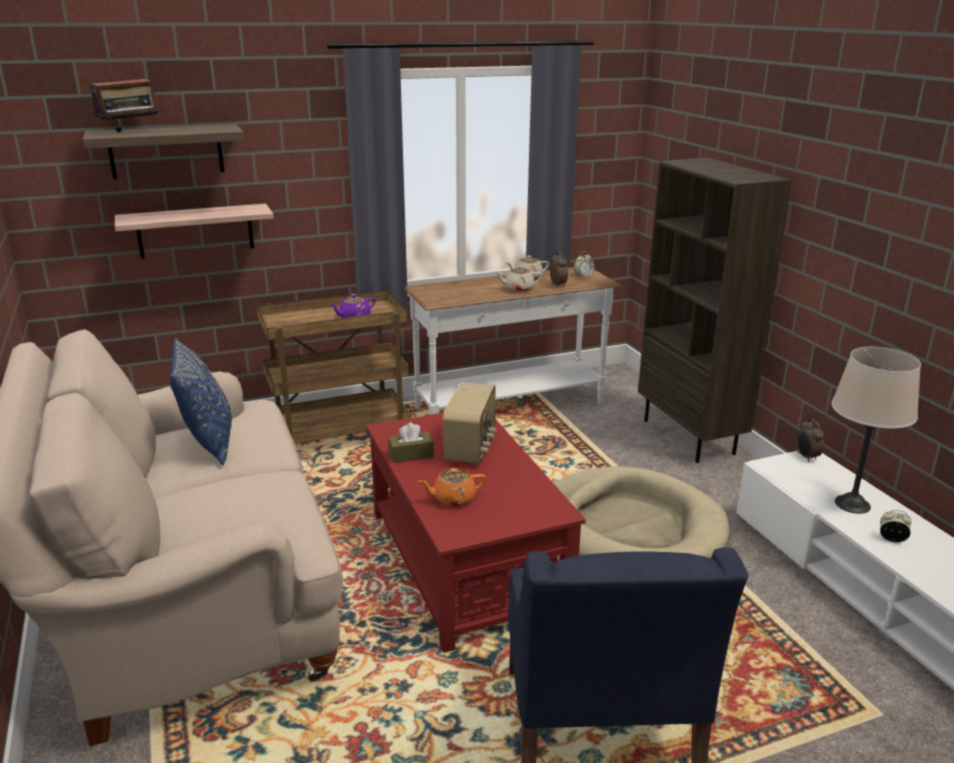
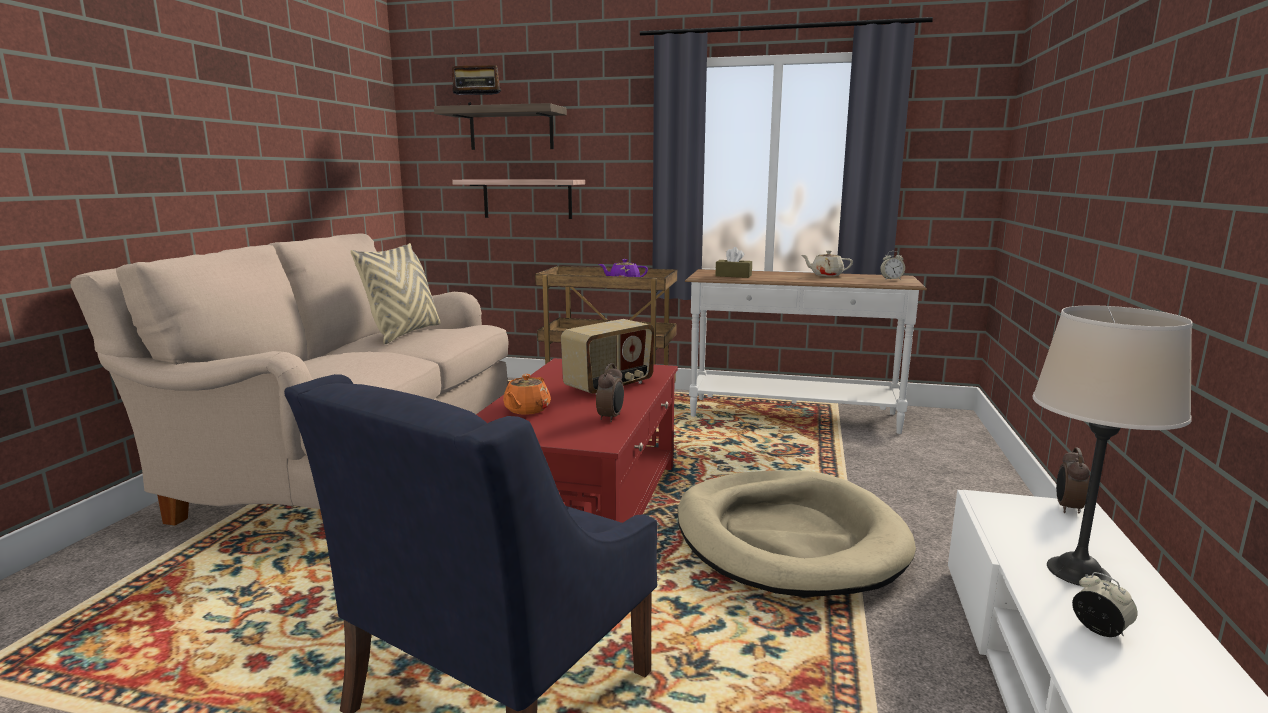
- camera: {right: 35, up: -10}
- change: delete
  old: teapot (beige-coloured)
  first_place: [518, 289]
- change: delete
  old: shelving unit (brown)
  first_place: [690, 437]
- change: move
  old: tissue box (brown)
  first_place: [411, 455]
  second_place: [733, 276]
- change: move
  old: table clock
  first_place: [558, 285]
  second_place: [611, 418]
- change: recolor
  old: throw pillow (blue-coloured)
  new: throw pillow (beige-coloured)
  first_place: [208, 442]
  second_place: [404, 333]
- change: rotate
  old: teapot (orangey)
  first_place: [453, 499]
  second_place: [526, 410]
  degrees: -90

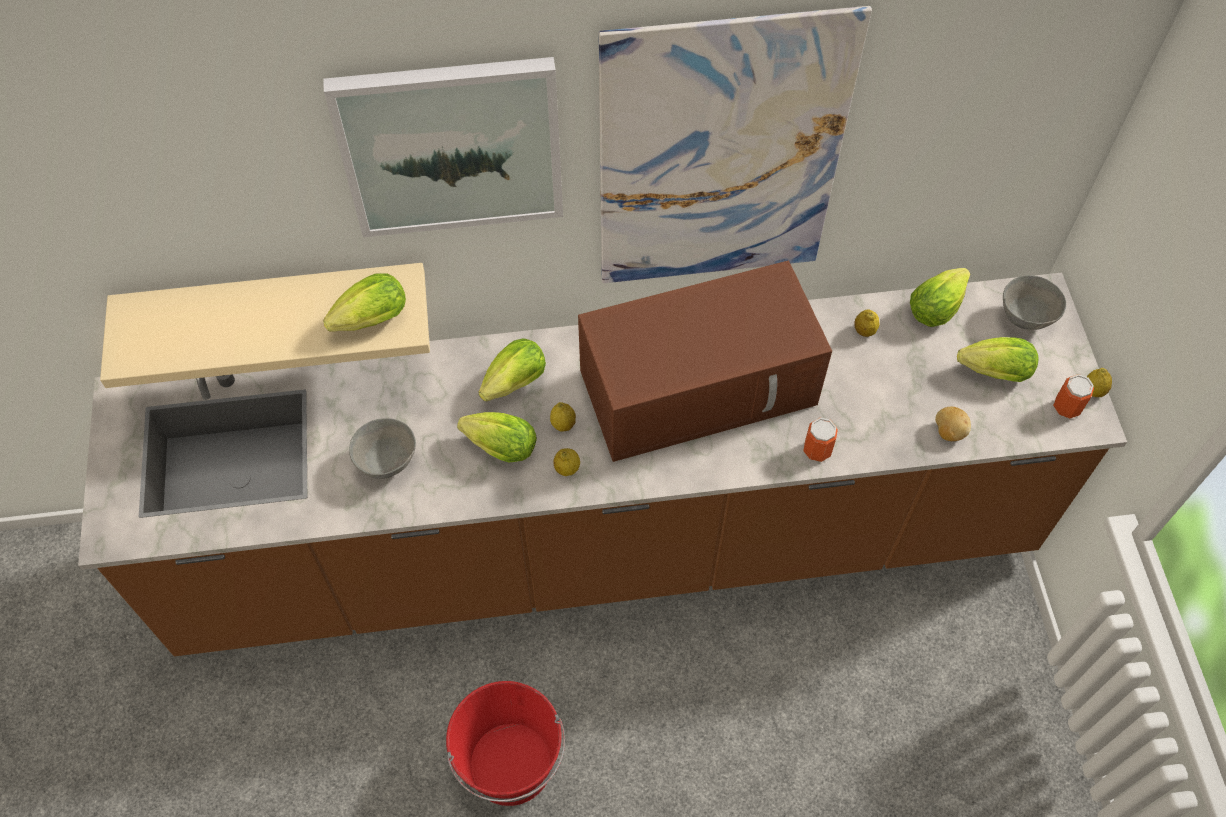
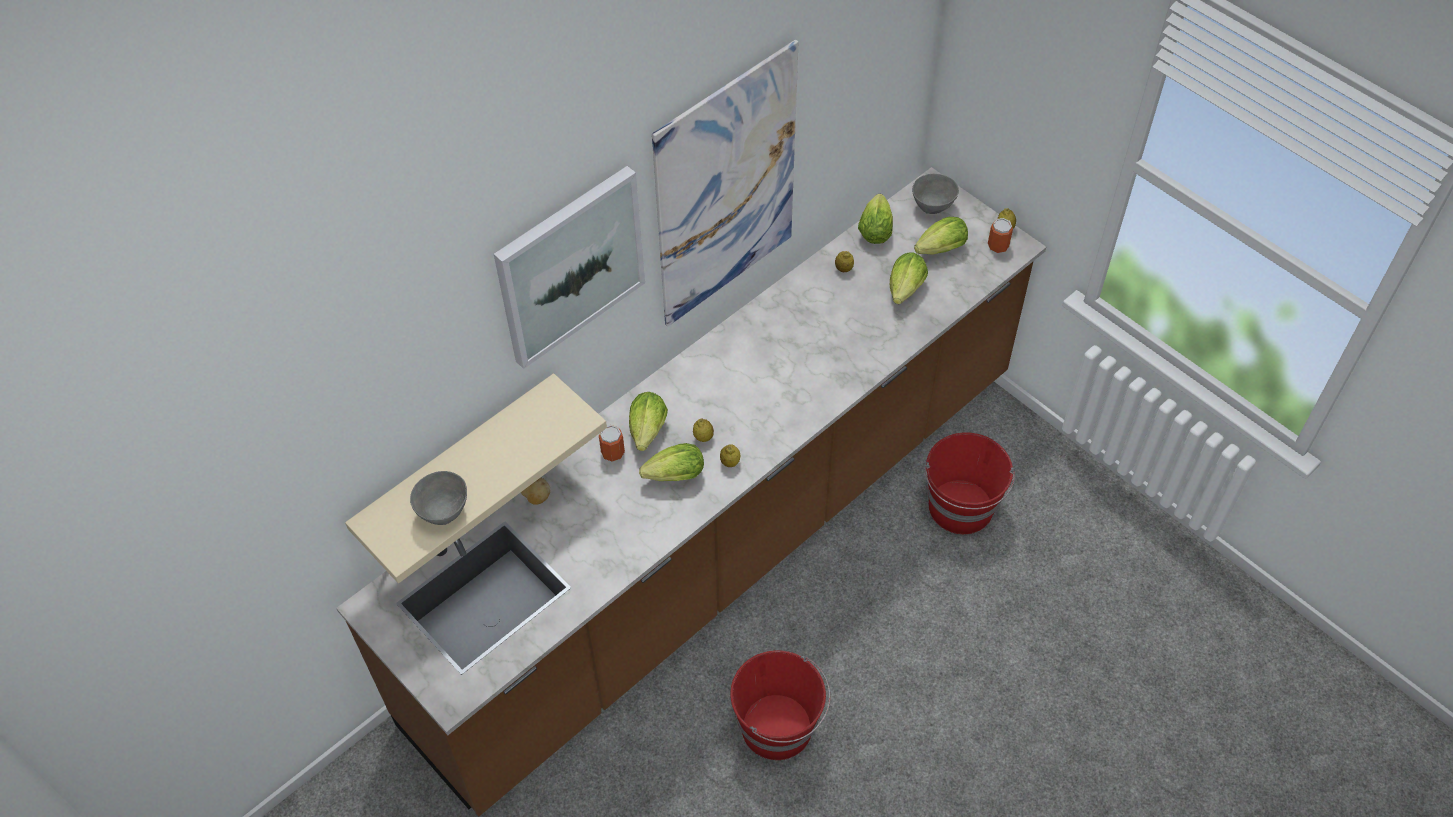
- camera: {right: -35, up: -5}
- change: delete
  old: microwave (brown)
  first_place: [701, 385]
- change: insert
  new: water bucket (reddish)
  second_place: [961, 508]
- change: move
  old: head of lettuce
  first_place: [367, 322]
  second_place: [904, 292]
- change: move
  old: serving bowl (gray)
  first_place: [387, 462]
  second_place: [443, 511]
- change: move
  old: metal can
  first_place: [817, 450]
  second_place: [613, 453]
- change: move
  old: potato
  first_place: [948, 431]
  second_place: [536, 497]

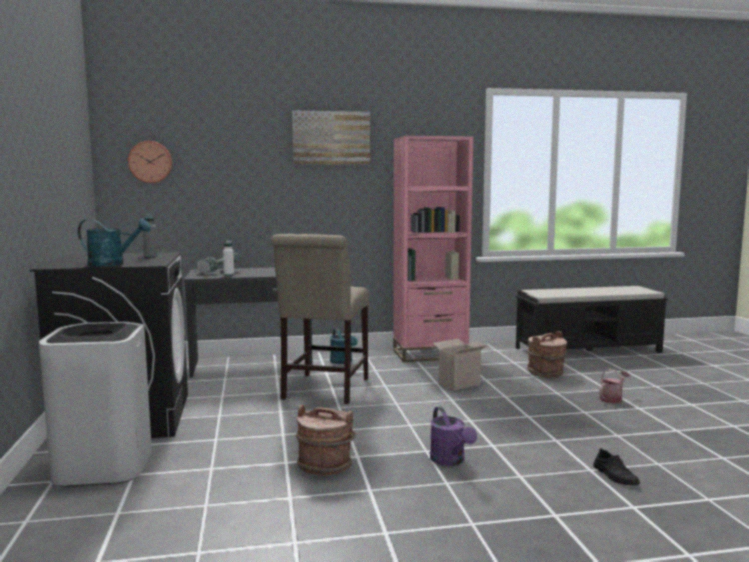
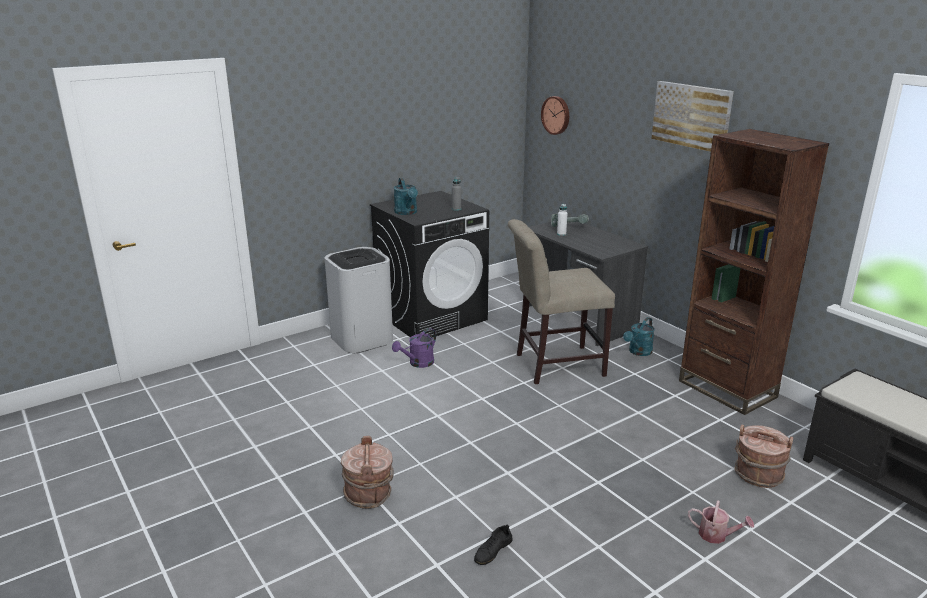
- camera: {right: 65, up: 15}
- change: delete
  old: cardboard box
  first_place: [459, 383]
- change: move
  old: water bucket (brown)
  first_place: [325, 465]
  second_place: [369, 495]
- change: move
  old: watering pot (purple)
  first_place: [450, 461]
  second_place: [418, 363]
- change: recolor
  old: shelving unit (pink)
  new: shelving unit (brown)
  first_place: [430, 354]
  second_place: [727, 389]

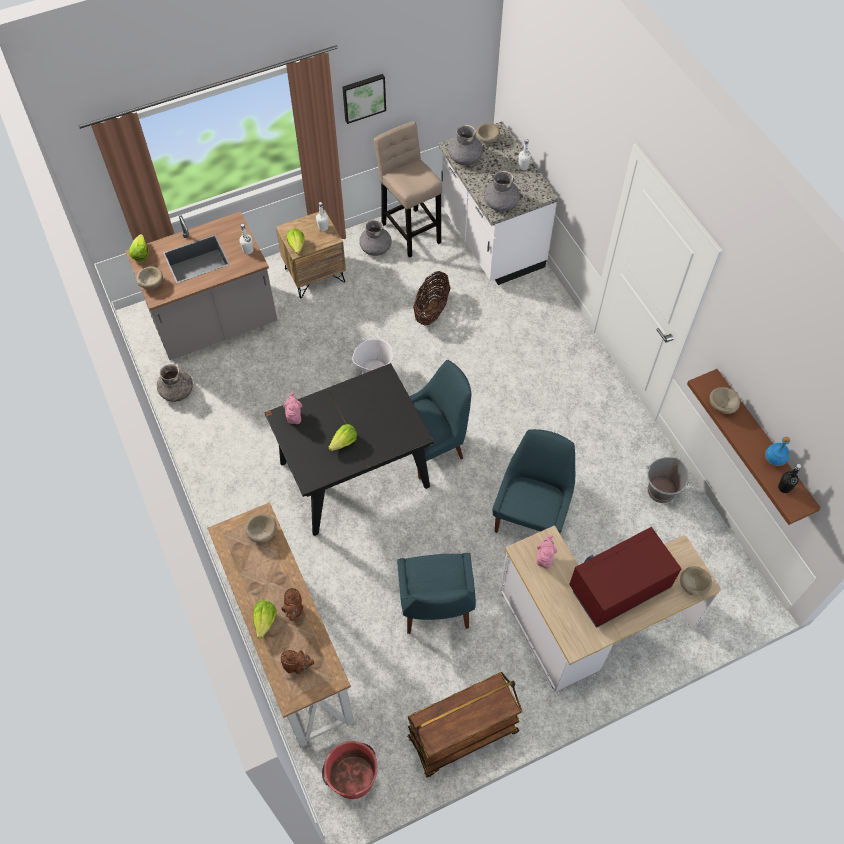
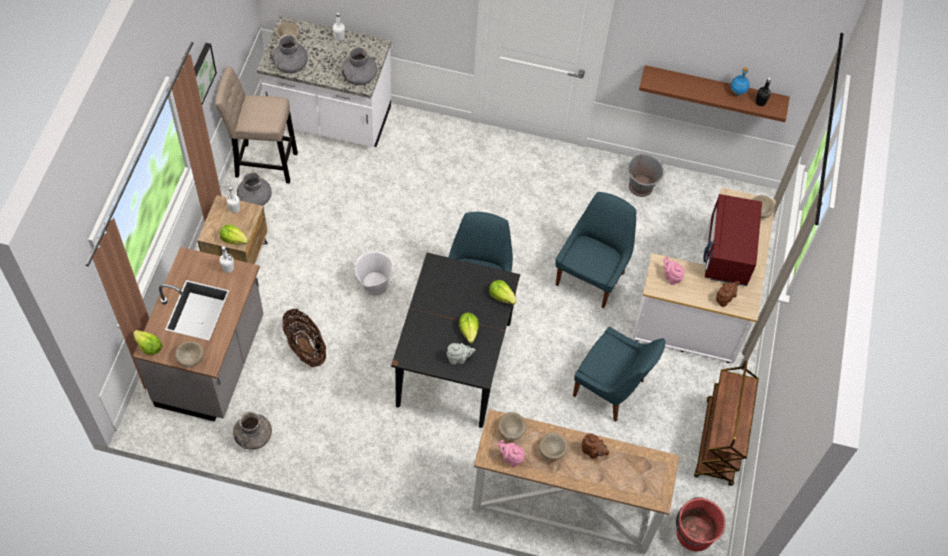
- camera: {right: -55, up: 0}
- change: insert
  new: teapot (gray)
  second_place: [458, 358]
- change: move
  old: head of lettuce
  first_place: [265, 621]
  second_place: [502, 296]
- change: move
  old: teapot (brown)
  first_place: [297, 666]
  second_place: [724, 299]
- change: move
  old: teapot (pink)
  first_place: [294, 416]
  second_place: [511, 458]
- change: move
  old: household basket
  first_place: [431, 310]
  second_place: [305, 347]
- change: move
  old: serving bowl (beige-coloured)
  first_place: [722, 406]
  second_place: [553, 450]
- change: rotate
  old: plain chair (blue-coloured)
  first_place: [531, 516]
  second_place: [591, 277]
  degrees: 60

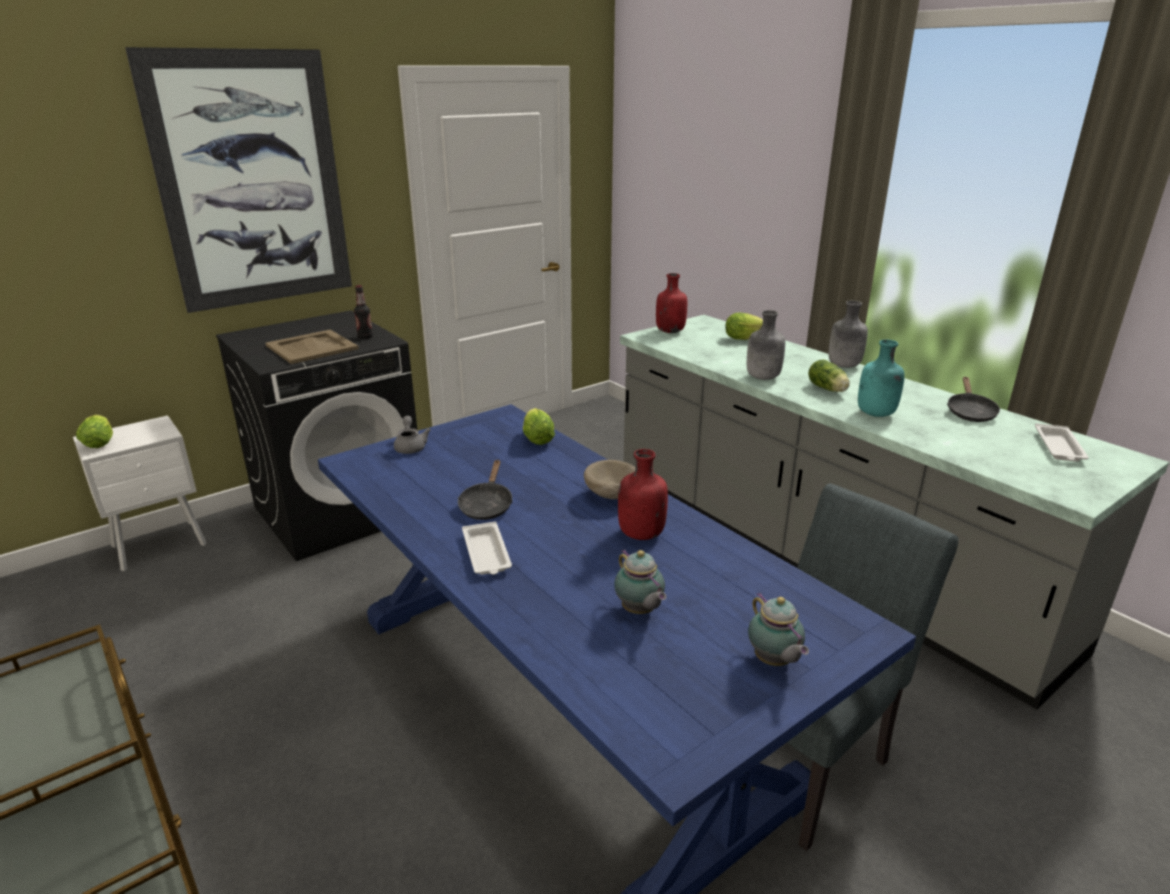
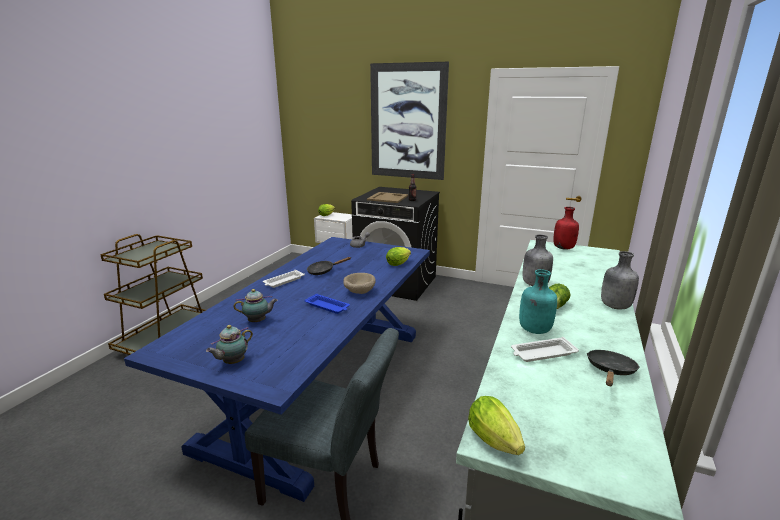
- camera: {right: 60, up: -5}
- change: move
  old: head of lettuce
  first_place: [746, 339]
  second_place: [496, 443]
- change: move
  old: serving tray (white-coloured)
  first_place: [1059, 447]
  second_place: [542, 353]
- change: replace
  old: beverage bottle (reddish)
  new: serving tray (blue-coloured)
  first_place: [640, 534]
  second_place: [328, 306]
- change: rotate
  old: teapot
  first_place: [639, 611]
  second_place: [258, 321]
  degrees: -135
- change: rotate
  old: skillet (blackish)
  first_place: [970, 412]
  second_place: [610, 371]
  degrees: 135

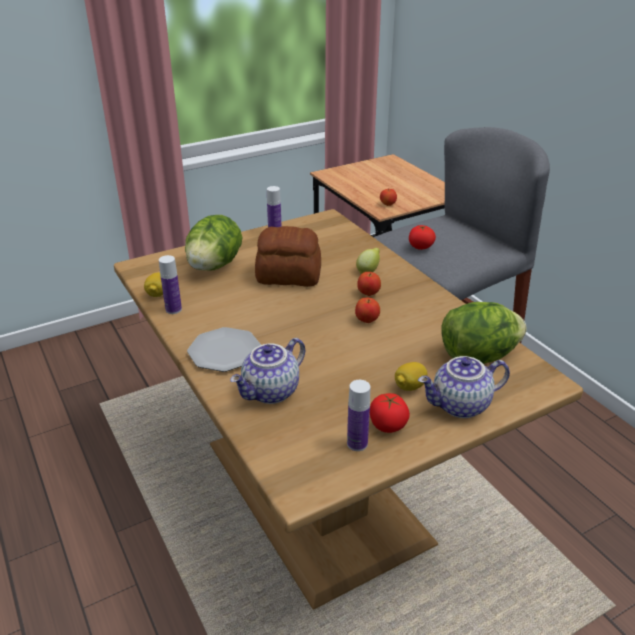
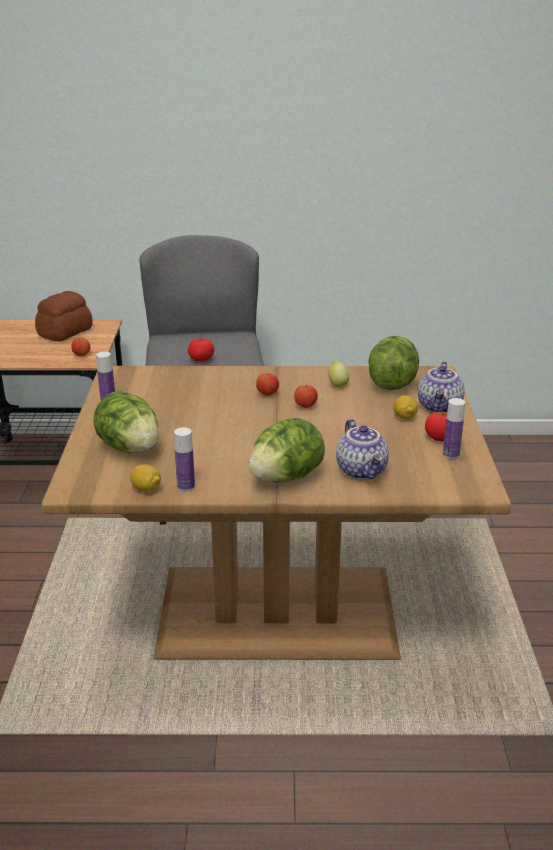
- camera: {right: -60, up: -5}
- change: move
  old: baked bread
  first_place: [289, 276]
  second_place: [66, 332]
- change: move
  old: whole lemon
  first_place: [368, 271]
  second_place: [337, 384]
- change: replace
  old: flat dish
  new: head of lettuce
  first_place: [225, 352]
  second_place: [286, 477]

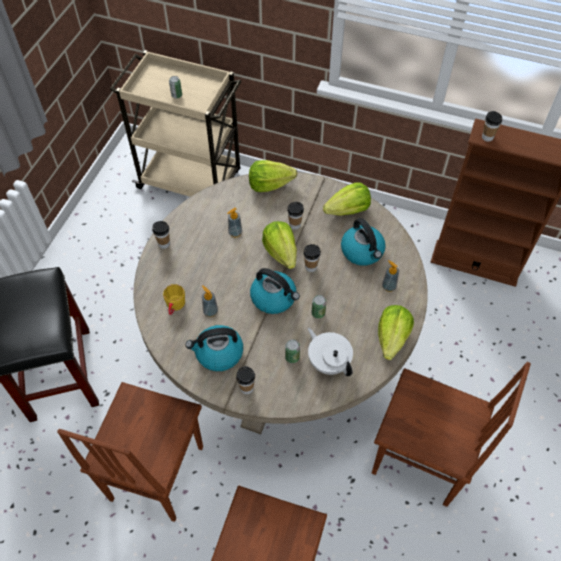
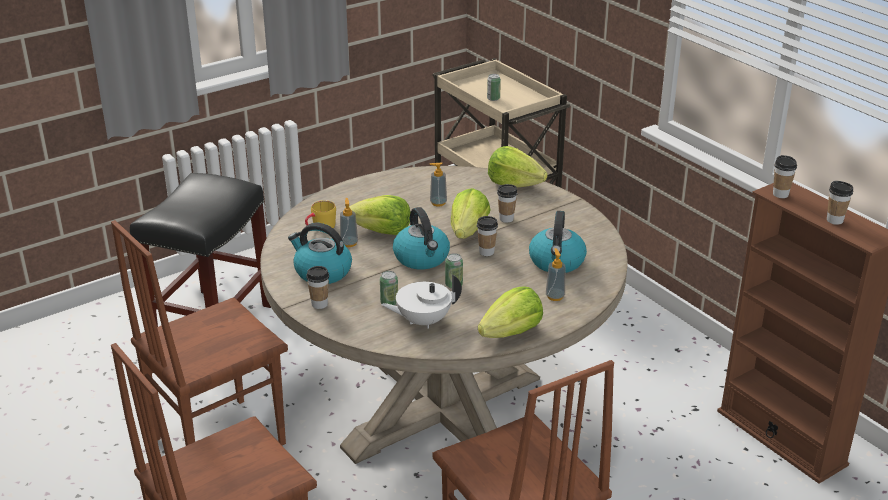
- camera: {right: 35, up: -25}
- change: move
  old: small cup
  first_place: [164, 244]
  second_place: [834, 220]
- change: move
  old: head of lettuce
  first_place: [348, 210]
  second_place: [382, 232]
- change: rotate
  old: teapot (white-coloured)
  first_place: [329, 361]
  second_place: [423, 321]
  degrees: -105

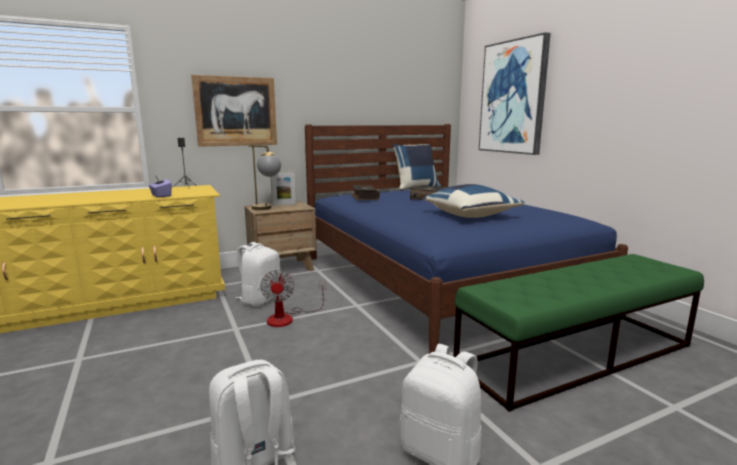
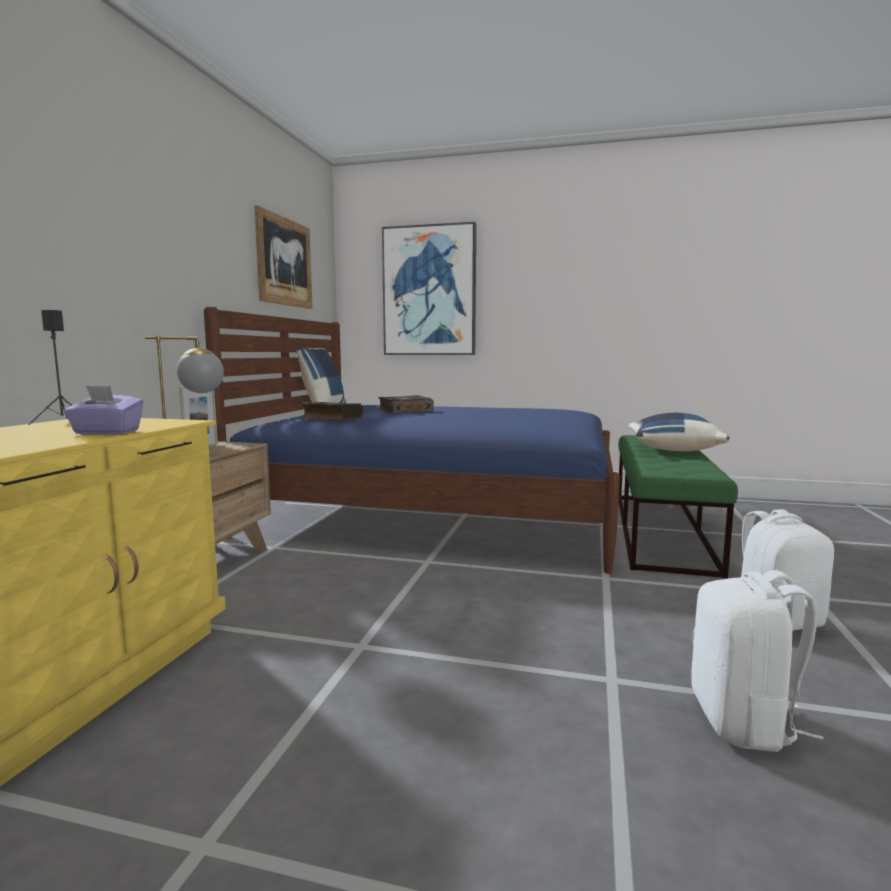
- camera: {right: -50, up: -5}
- change: delete
  old: backpack (white-coloured)
  first_place: [260, 299]
- change: delete
  old: electric fan
  first_place: [288, 318]
- change: move
  old: picture
  first_place: [236, 111]
  second_place: [284, 262]
- change: move
  old: throw pillow (blue-coloured)
  first_place: [470, 215]
  second_place: [673, 450]

